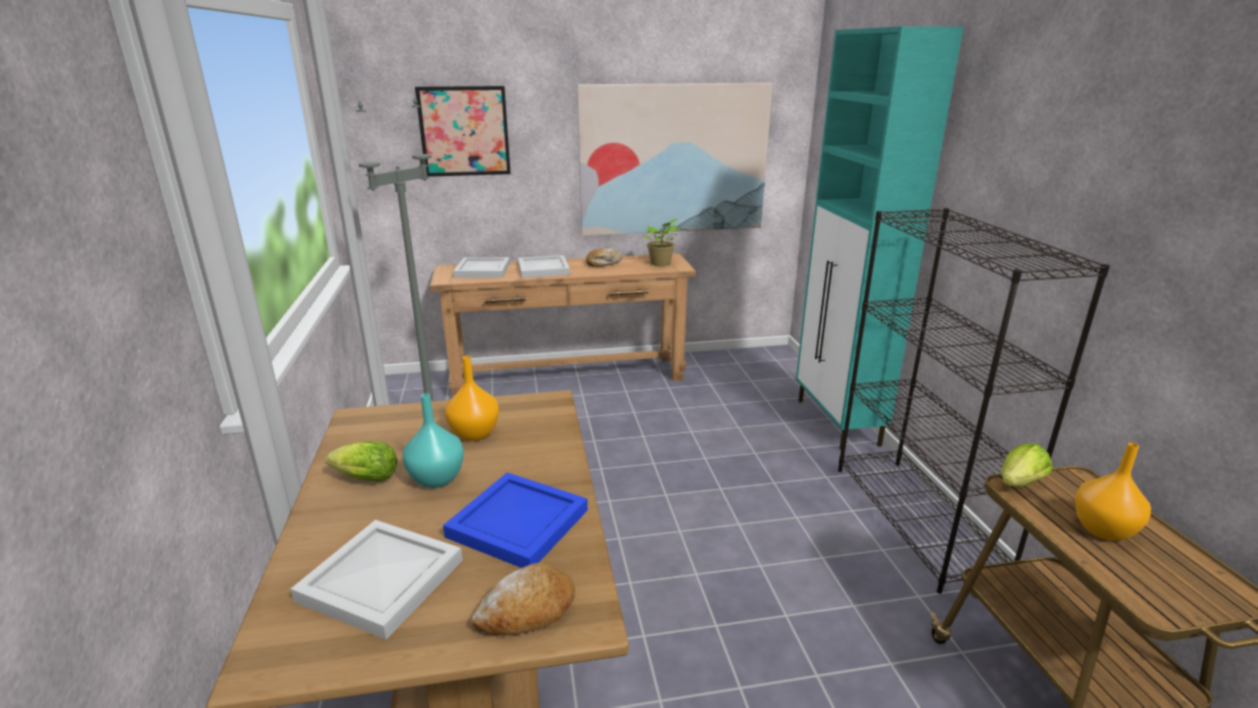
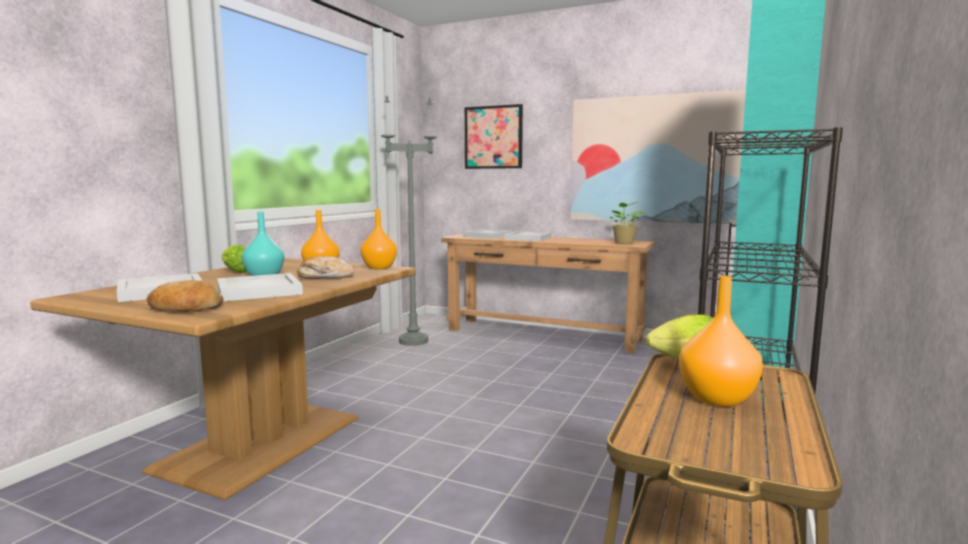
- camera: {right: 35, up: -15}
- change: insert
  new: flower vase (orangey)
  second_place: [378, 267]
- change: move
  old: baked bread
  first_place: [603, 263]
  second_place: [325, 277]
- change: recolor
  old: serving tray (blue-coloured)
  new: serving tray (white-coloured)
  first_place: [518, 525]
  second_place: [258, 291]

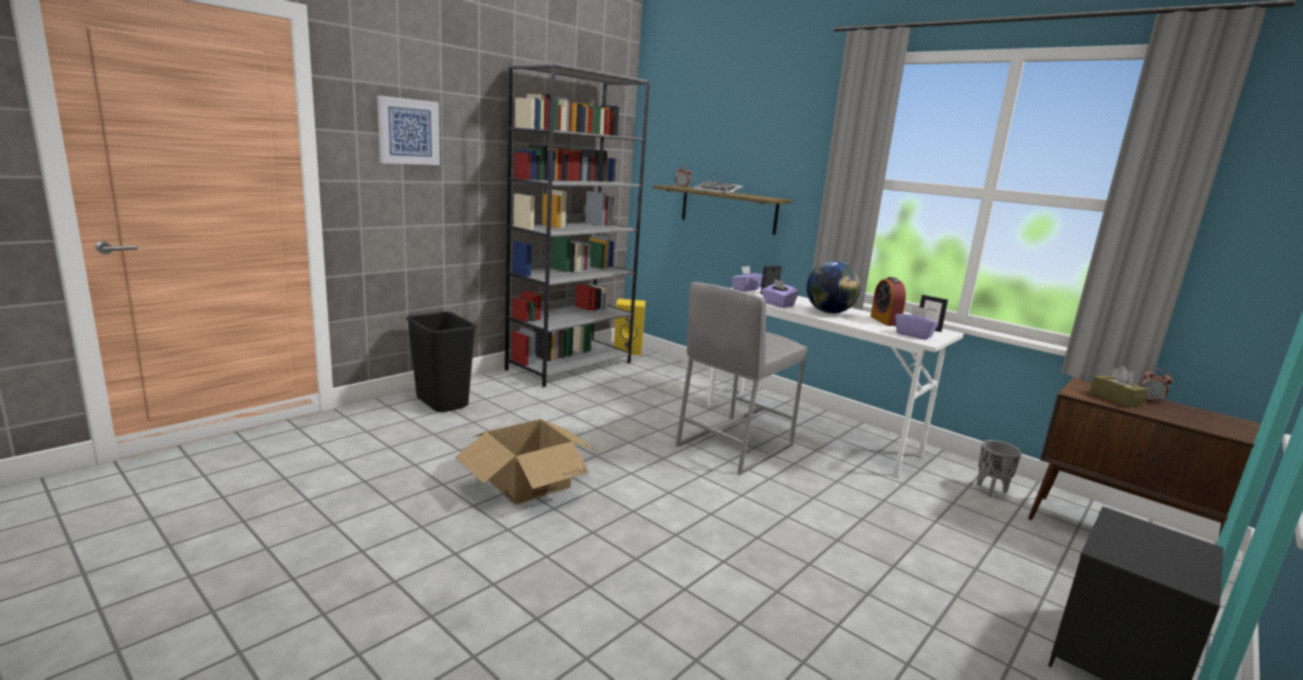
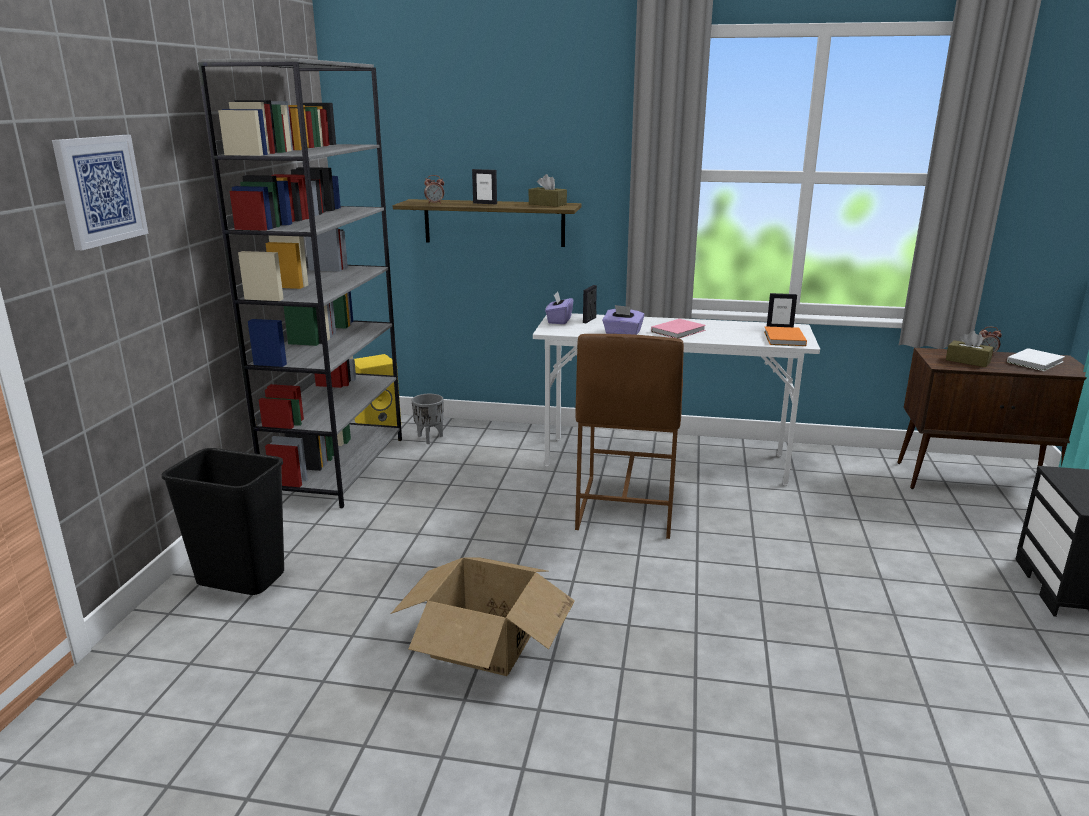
- camera: {right: -30, up: 5}
- change: delete
  old: table clock
  first_place: [885, 321]
- change: insert
  new: tissue box (brown)
  second_place: [547, 204]
- change: insert
  new: bound book (white-coloured)
  second_place: [1036, 362]
- change: move
  old: planter (gray)
  first_place: [990, 490]
  second_place: [429, 438]
- change: replace
  old: keyboard
  new: picture frame
  first_place: [717, 191]
  second_place: [485, 203]
- change: replace
  old: desk globe
  new: bound book (pink)
  first_place: [829, 312]
  second_place: [679, 331]
- change: replace
  old: tissue box (purple)
  new: bound book (orangey)
  first_place: [914, 335]
  second_place: [783, 339]
- change: recolor
  old: sitting stool (gray)
  new: sitting stool (brown)
  first_place: [733, 445]
  second_place: [625, 507]

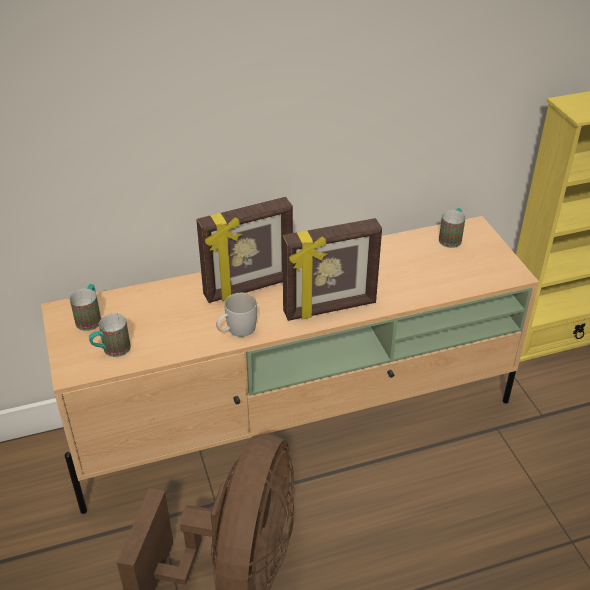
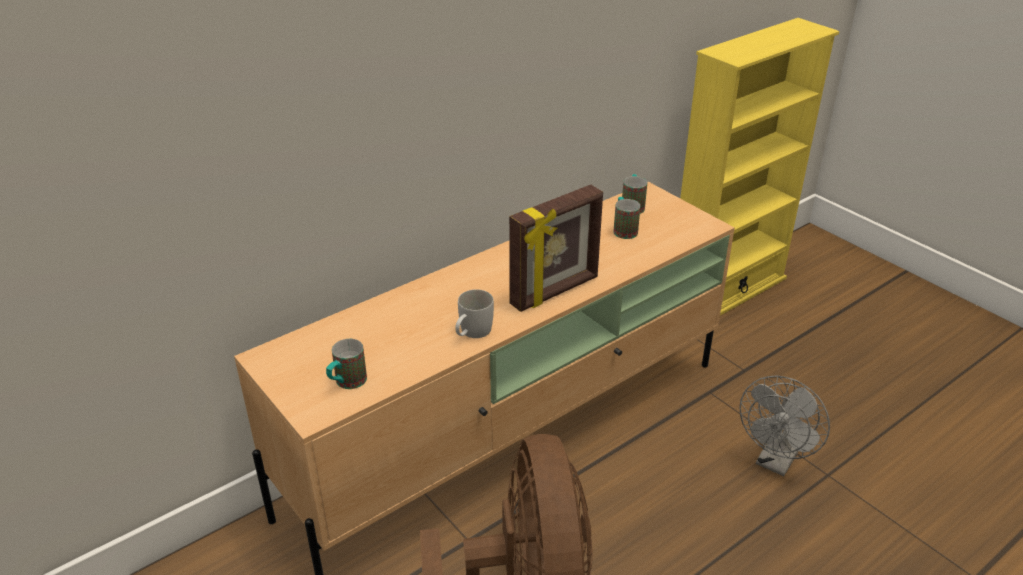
- camera: {right: -20, up: -5}
- change: delete
  old: picture frame
  first_place: [249, 288]
- change: insert
  new: electric fan (gray)
  second_place: [776, 461]
- change: move
  old: coffee mug
  first_place: [90, 318]
  second_place: [623, 229]

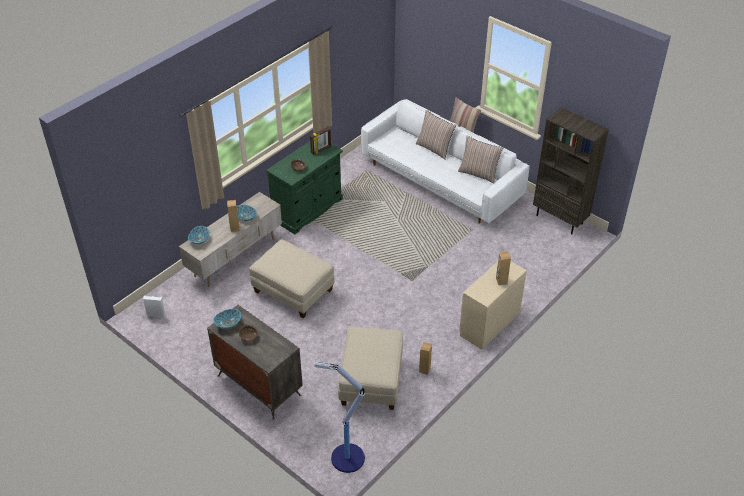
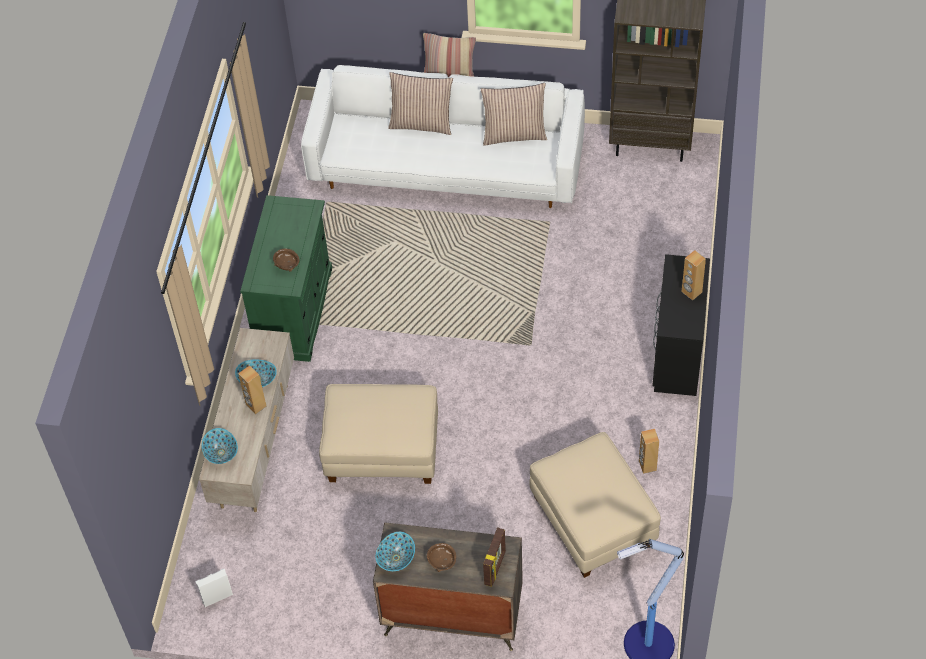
- camera: {right: -30, up: 10}
- change: move
  old: picture frame
  first_place: [321, 150]
  second_place: [495, 568]
- change: recolor
  old: dresser (beige-coloured)
  new: dresser (blackish)
  first_place: [489, 323]
  second_place: [676, 353]

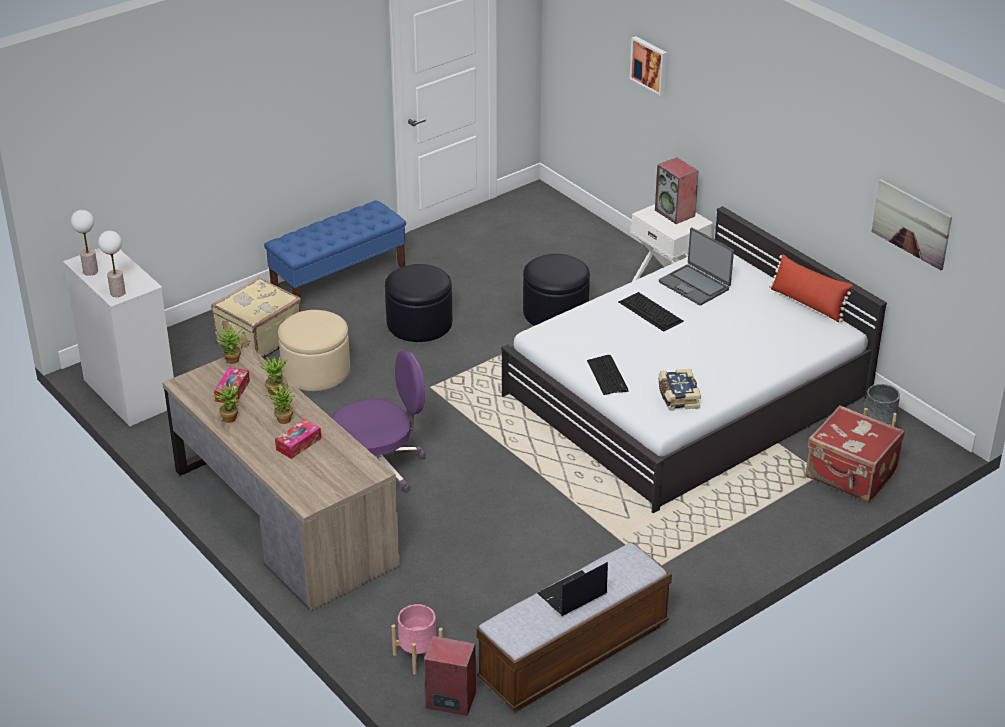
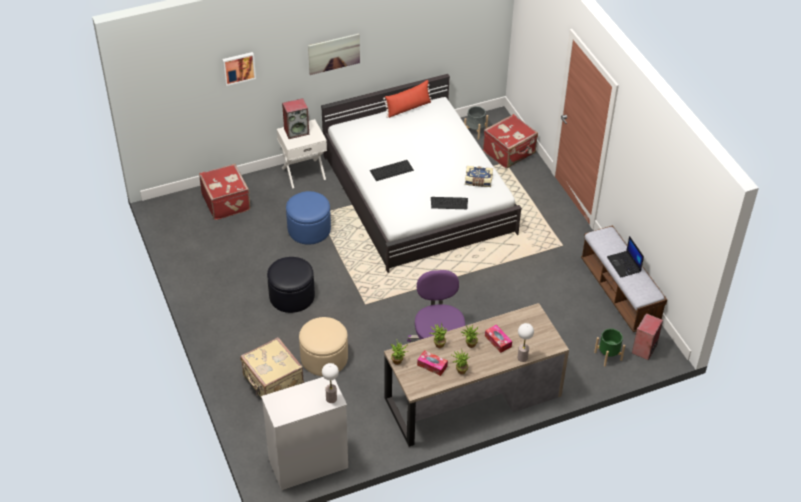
- camera: {right: -75, up: 10}
- change: delete
  old: bench (blue-coloured)
  first_place: [339, 279]
- change: delete
  old: notebook computer
  first_place: [694, 285]
- change: insert
  new: suitcase (reddish)
  second_place: [227, 202]
- change: move
  old: table lamp
  first_place: [90, 271]
  second_place: [522, 358]
- change: move
  old: picture
  first_place: [911, 223]
  second_place: [334, 53]
- change: recolor
  old: planter (pink)
  new: planter (green)
  first_place: [418, 656]
  second_place: [608, 356]
- change: recolor
  old: ottoman (blackish)
  new: ottoman (blue-coloured)
  first_place: [555, 312]
  second_place: [309, 229]

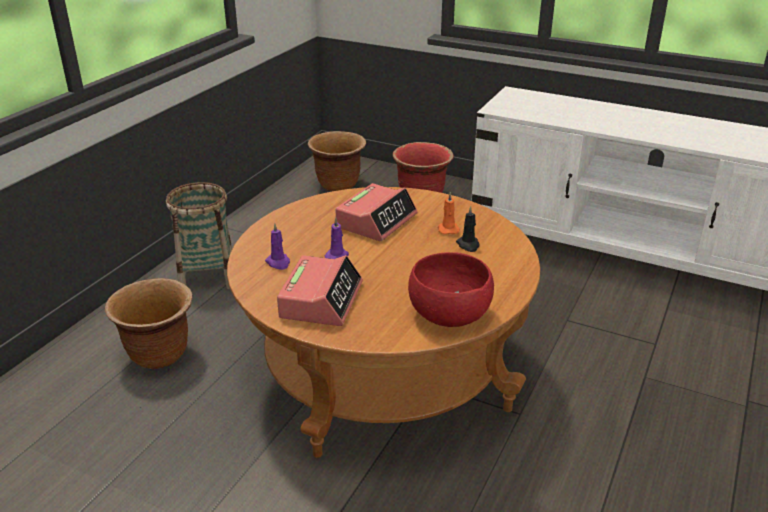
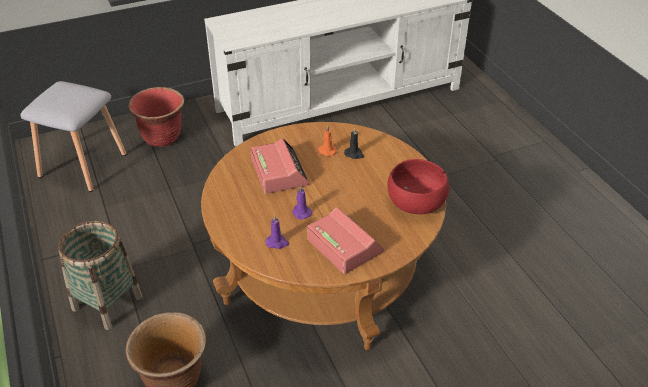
- camera: {right: -50, up: 10}
- change: replace
  old: planter (brown)
  new: sitting stool (gray)
  first_place: [338, 185]
  second_place: [83, 164]

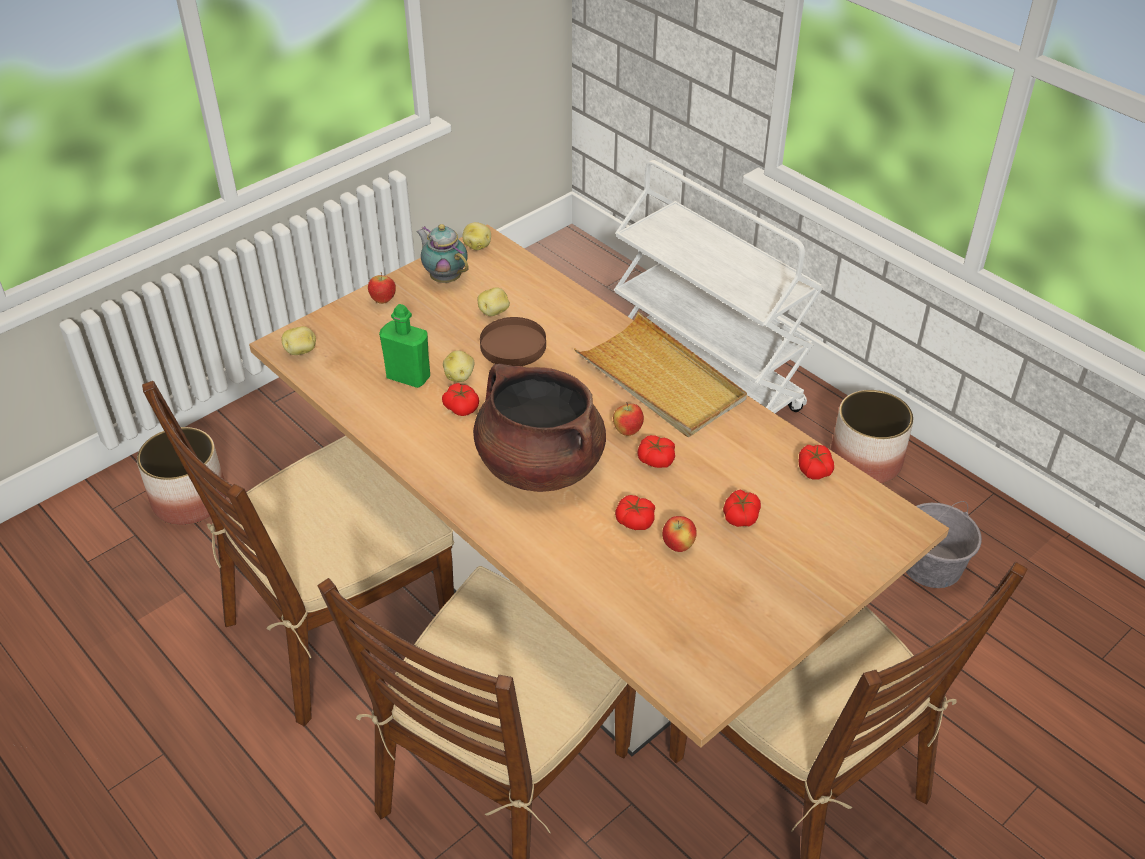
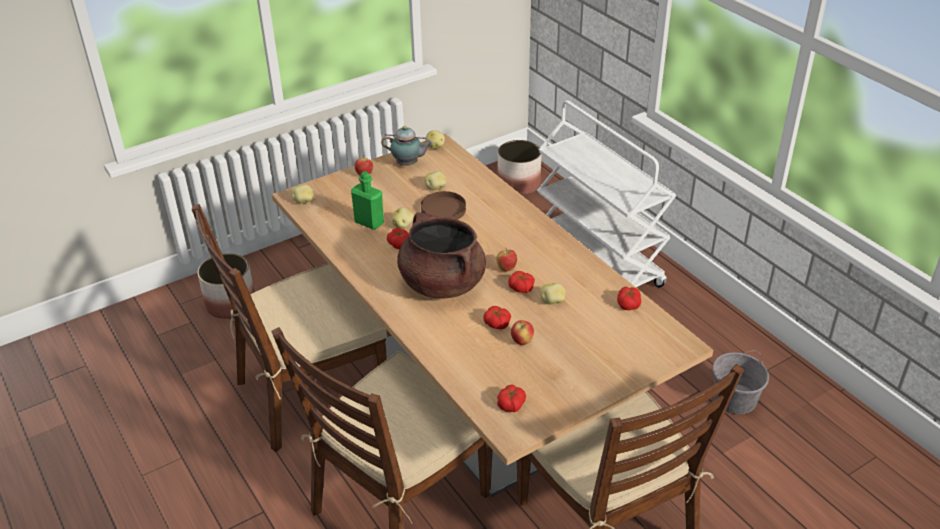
- camera: {right: 10, up: -5}
- change: delete
  old: serving tray (beige-coloured)
  first_place: [660, 380]
- change: insert
  new: potato
  second_place: [552, 301]
- change: move
  old: tomato
  first_place: [740, 516]
  second_place: [511, 404]
- change: move
  old: planter
  first_place: [864, 461]
  second_place: [518, 184]
- change: rotate
  old: teapot
  first_place: [444, 278]
  second_place: [408, 164]
  degrees: 135

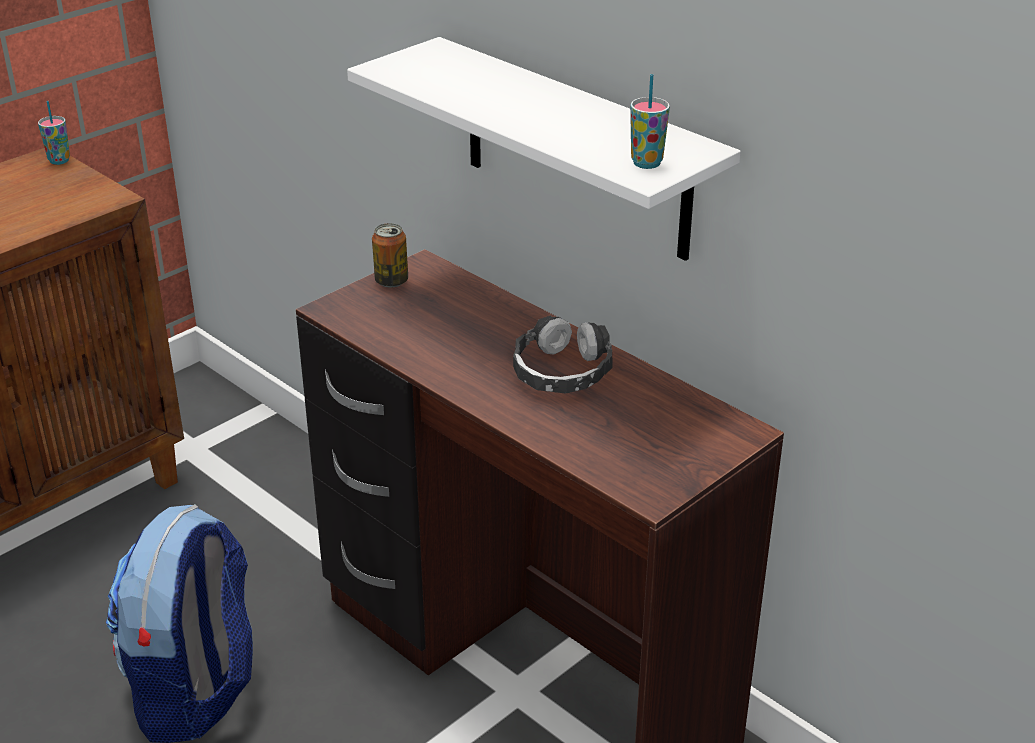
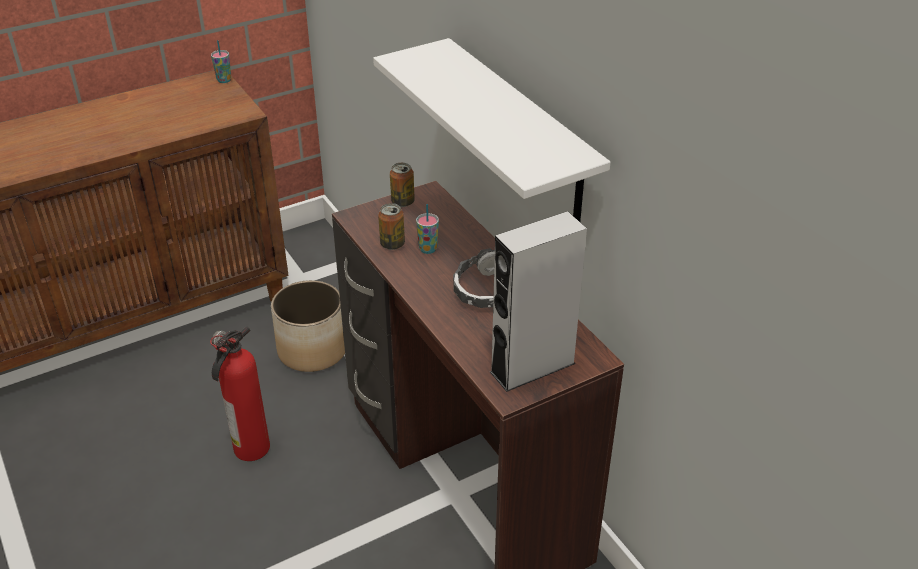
- camera: {right: 15, up: 5}
- change: insert
  new: planter
  second_place: [313, 350]
- change: insert
  new: metal can
  second_place: [392, 244]
- change: insert
  new: speaker (gray)
  second_place: [532, 367]
- change: move
  old: small cup
  first_place: [646, 163]
  second_place: [428, 249]
- change: replace
  old: backpack
  new: fire extinguisher
  first_place: [196, 691]
  second_place: [250, 449]

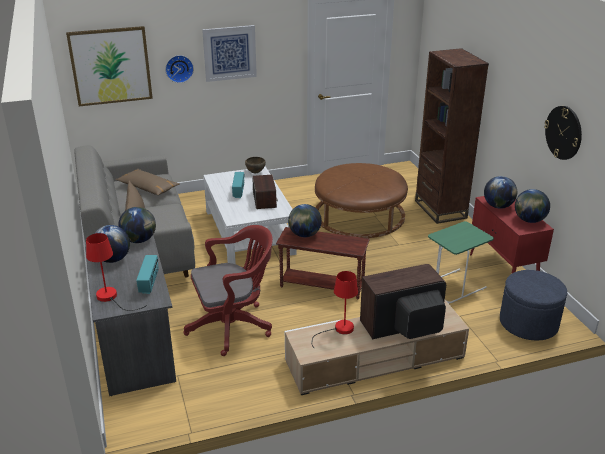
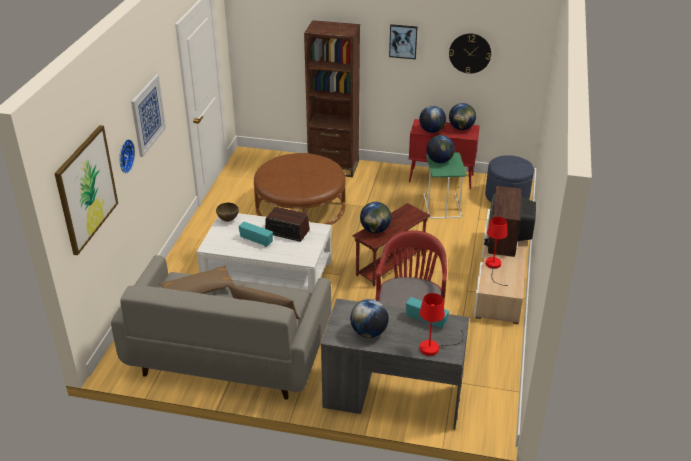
- camera: {right: -60, up: 5}
- change: insert
  new: picture
  second_place: [403, 41]
- change: move
  old: desk globe
  first_place: [139, 240]
  second_place: [439, 161]

